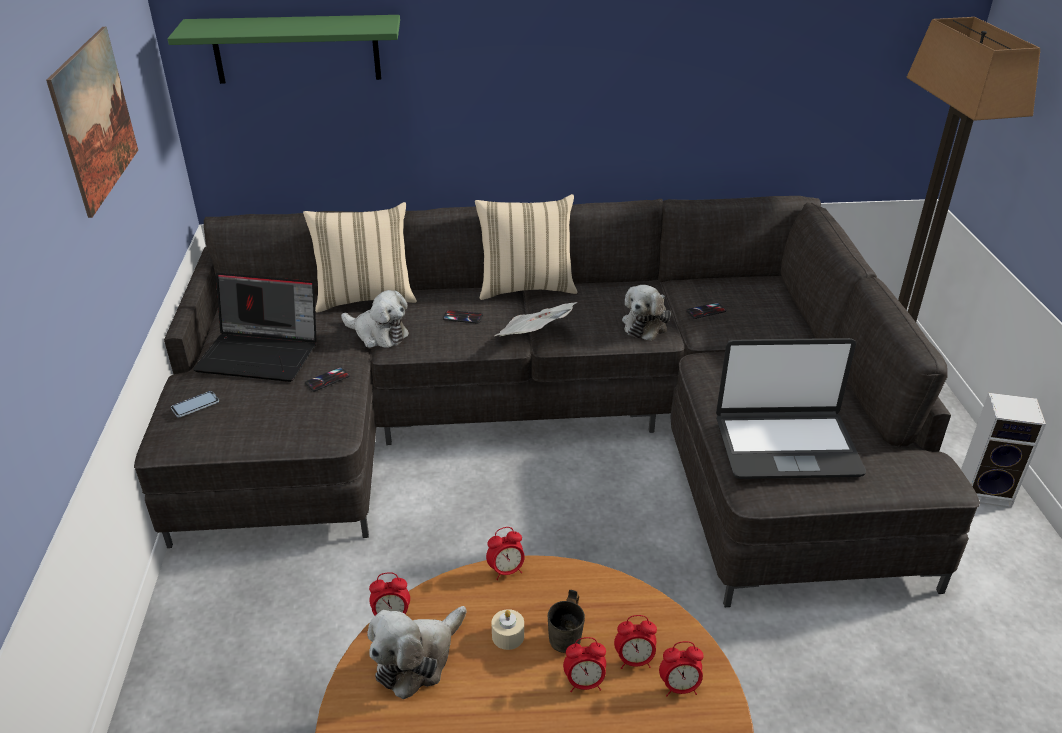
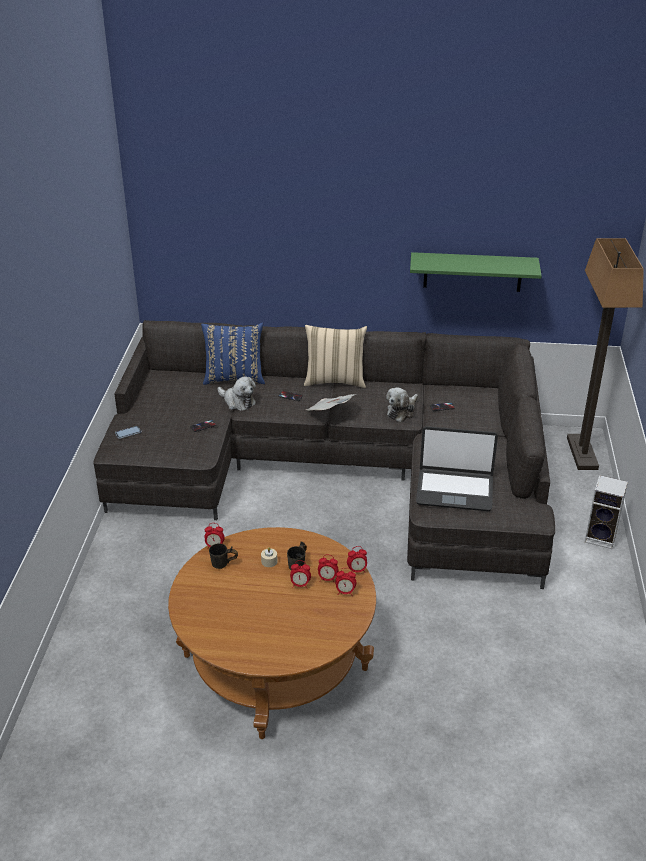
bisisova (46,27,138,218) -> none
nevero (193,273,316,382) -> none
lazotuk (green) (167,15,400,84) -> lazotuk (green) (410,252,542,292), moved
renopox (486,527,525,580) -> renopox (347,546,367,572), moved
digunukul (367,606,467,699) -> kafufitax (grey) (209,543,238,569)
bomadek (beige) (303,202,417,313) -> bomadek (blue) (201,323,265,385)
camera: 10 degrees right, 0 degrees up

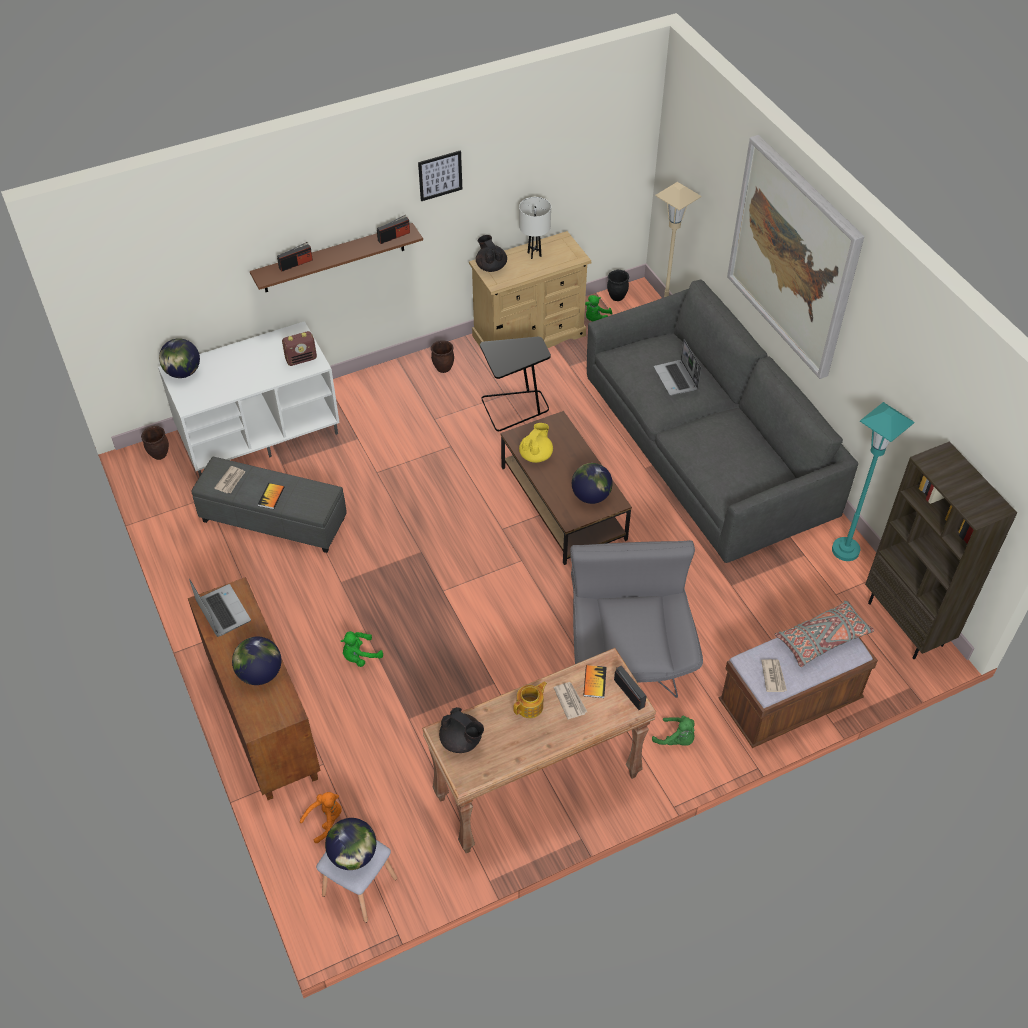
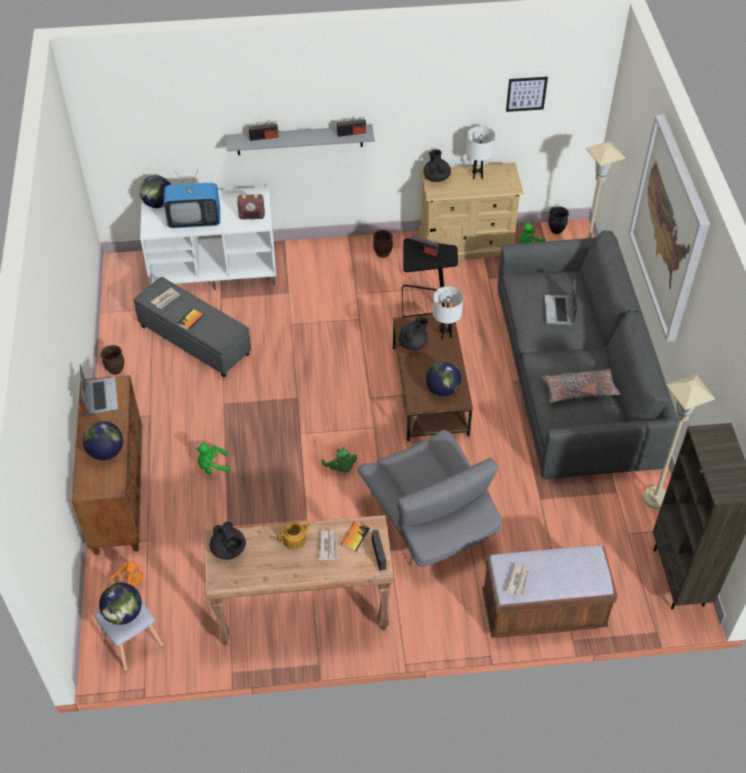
none -> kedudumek (164,171,220,228)
none -> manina (410,236,439,257)
none -> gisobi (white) (433,286,463,339)
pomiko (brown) (141,426,169,460) -> pomiko (brown) (101,345,124,375), moved
bisisova (418,151,462,201) -> bisisova (506,77,548,112), moved
digunukul (green) (652,716,695,746) -> digunukul (green) (322,447,357,473), moved
bomadek (grey) (775,601,875,667) -> bomadek (grey) (542,368,620,403), moved
lazotuk (brown) (250,223,423,292) -> lazotuk (grey) (226,125,375,155)
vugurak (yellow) (519,423,553,463) -> vugurak (black) (399,317,428,350)
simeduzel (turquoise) (832,402,915,561) -> simeduzel (beige) (643,374,715,509)
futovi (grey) (570,540,703,698) -> futovi (grey) (357,430,502,567), 135 degrees clockwise
camera: 20 degrees right, 0 degrees up

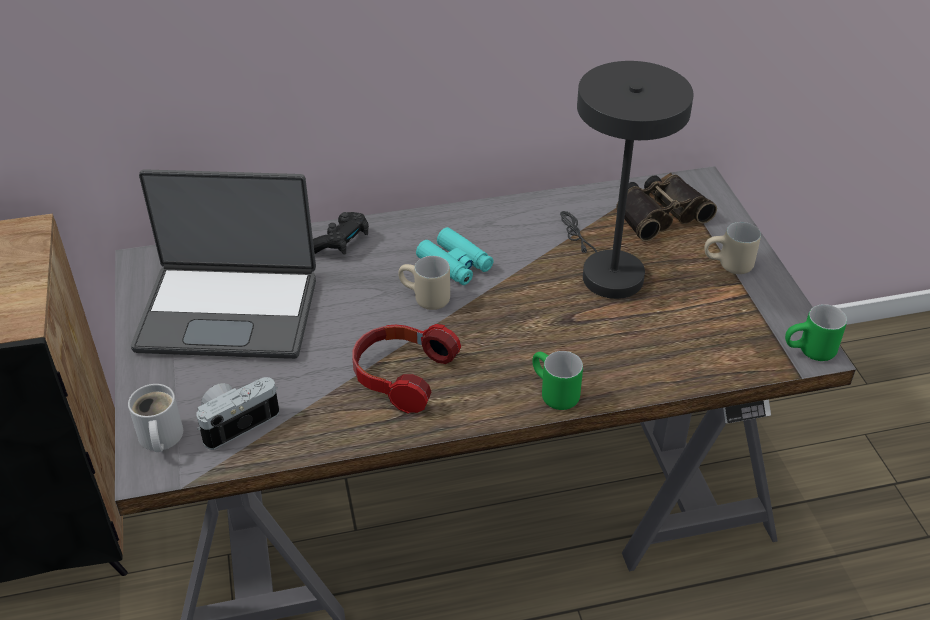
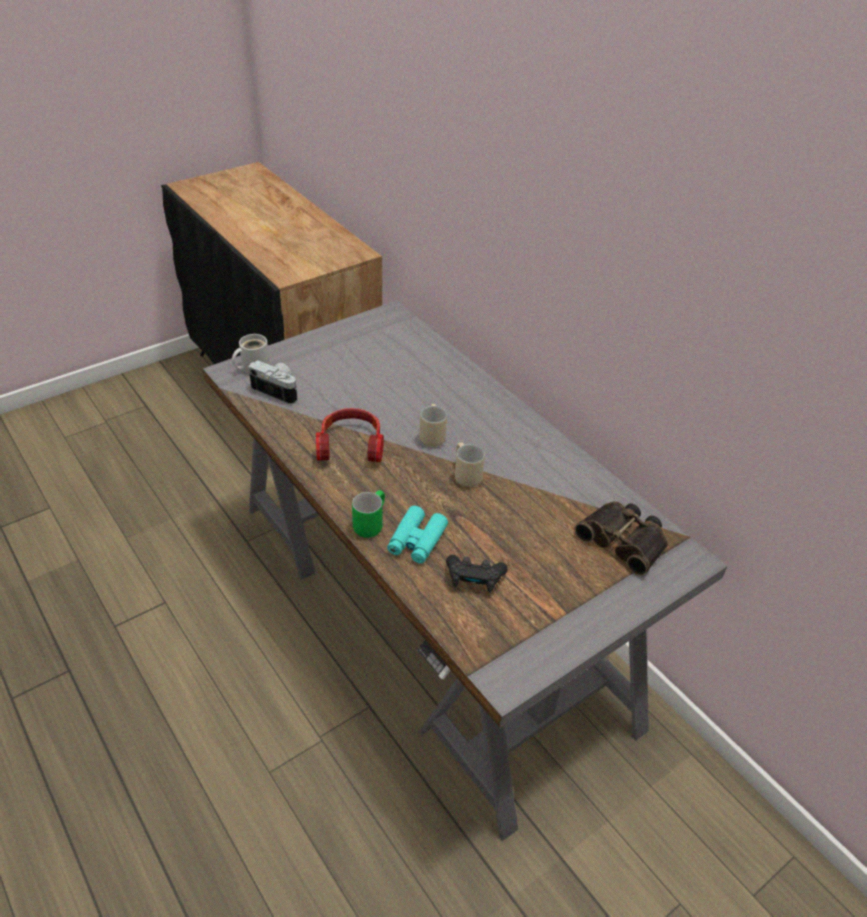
nevero (131,169,316,359) -> none
gisobi (grey) (560,61,694,299) -> none
kafufitax (green) (785,304,847,361) -> none
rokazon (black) (313,212,369,254) -> rokazon (black) (446,555,508,593), moved
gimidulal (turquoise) (416,227,493,285) -> gimidulal (turquoise) (387,506,448,564), moved
kafufitax (beige) (704,222,761,274) -> kafufitax (beige) (455,442,485,487), moved
camera: 65 degrees right, 0 degrees up

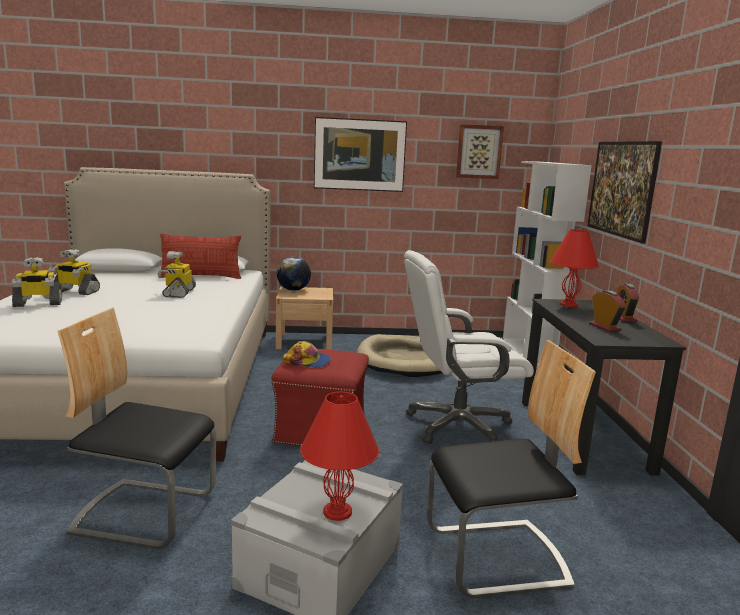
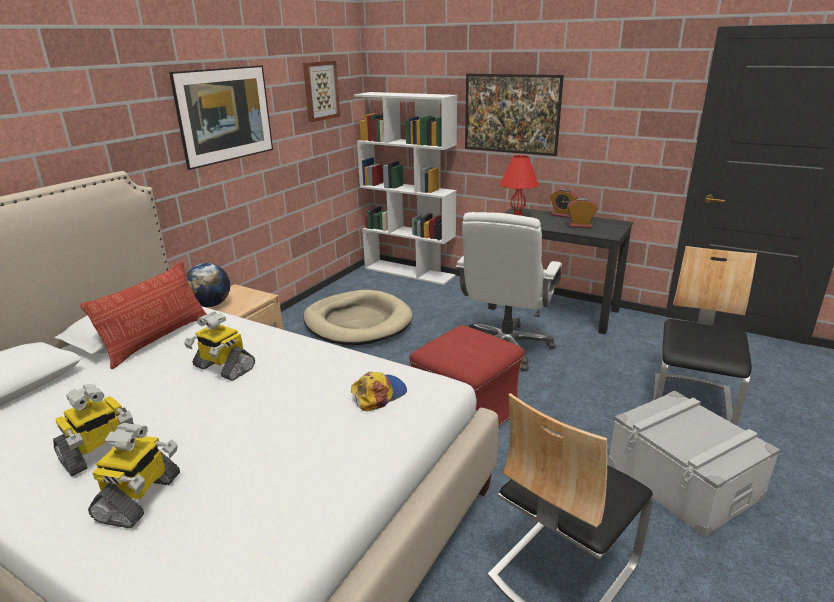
gisobi (red) (300,392,379,521) -> none
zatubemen (283,341,331,368) -> zatubemen (351,372,407,411), moved
camera: 55 degrees left, 10 degrees up

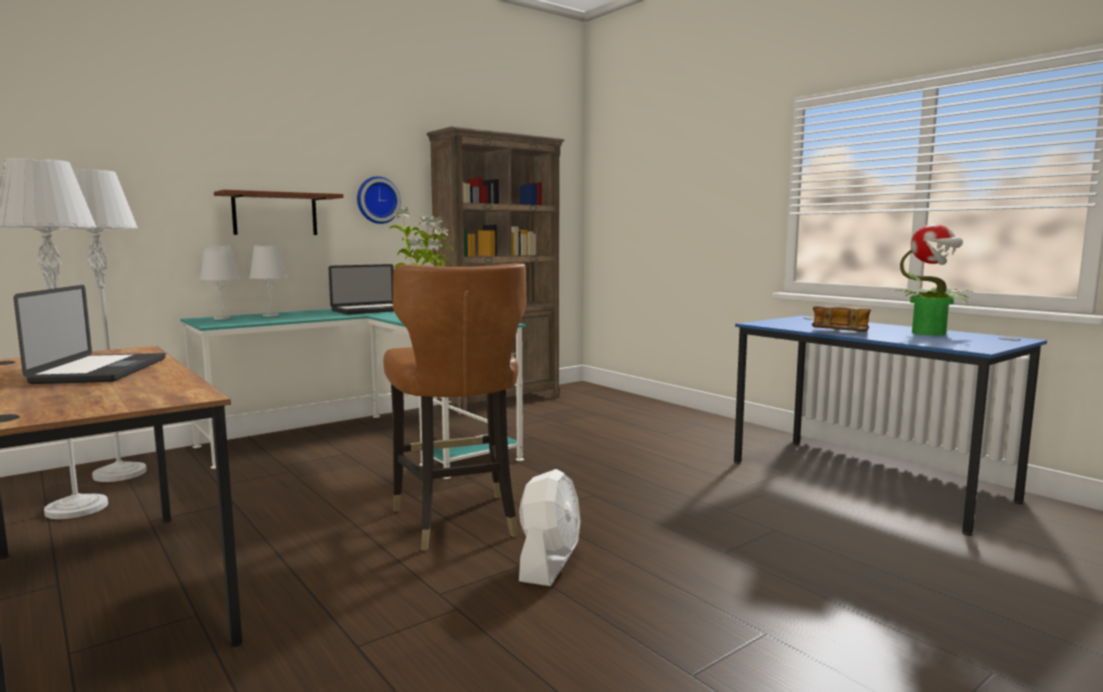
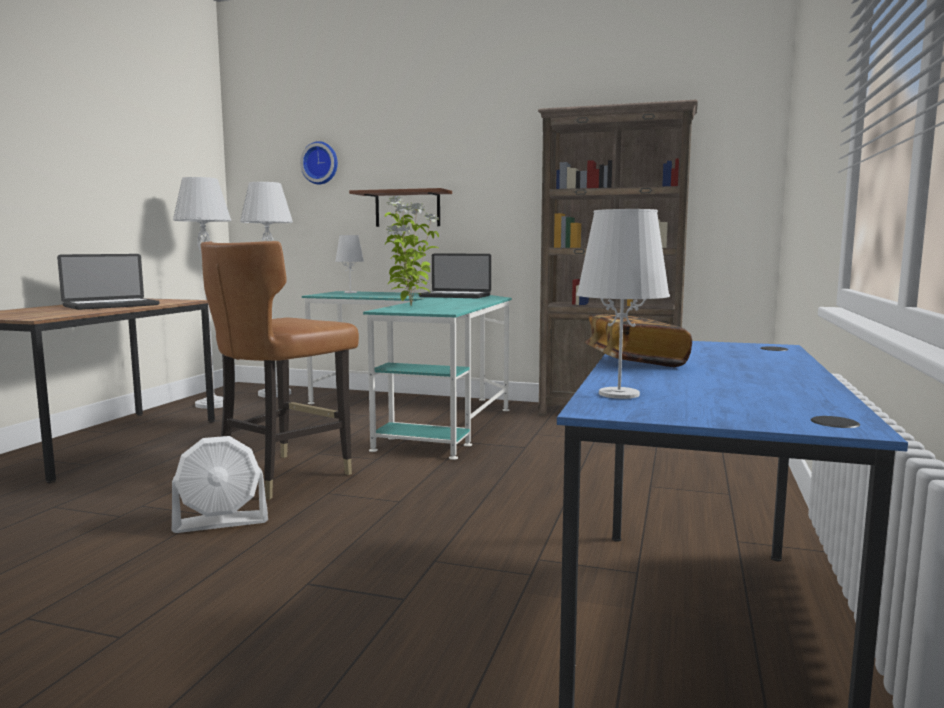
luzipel (896,224,973,335) -> none
gisobi (white) (249,245,287,317) -> gisobi (white) (576,209,670,399), moved
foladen (357,176,401,224) -> foladen (300,141,338,184), moved
camera: 55 degrees right, 0 degrees up

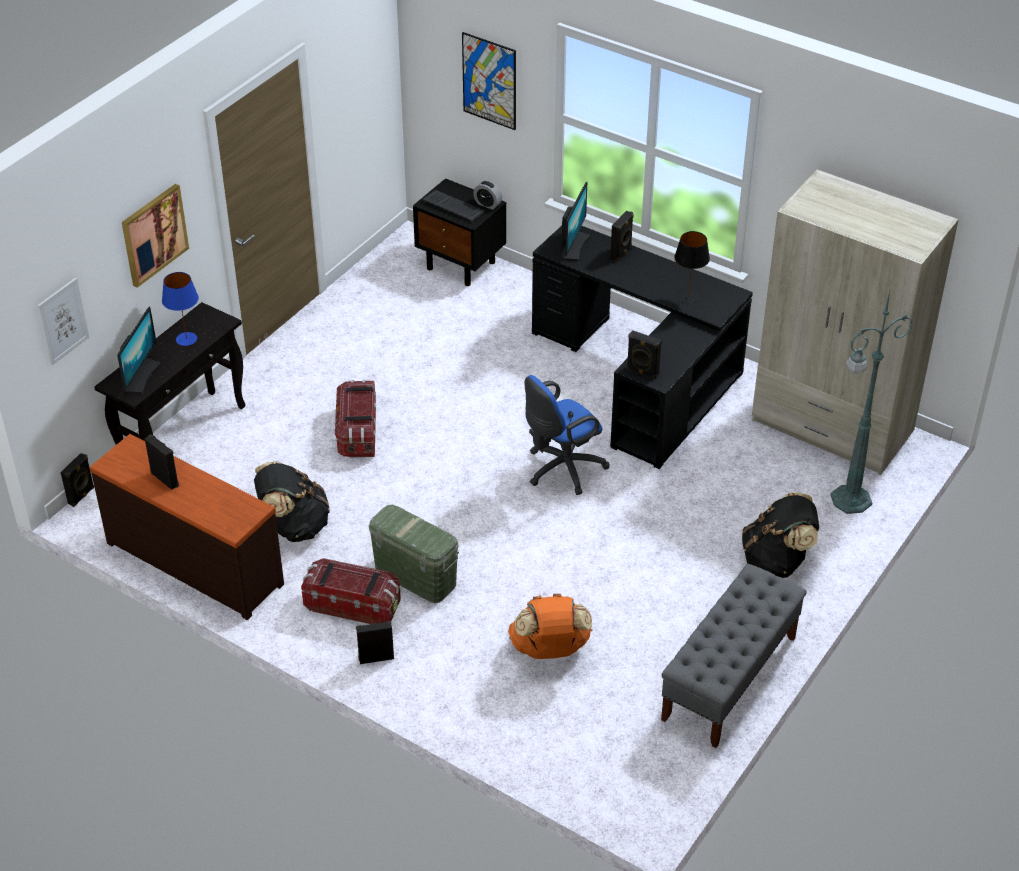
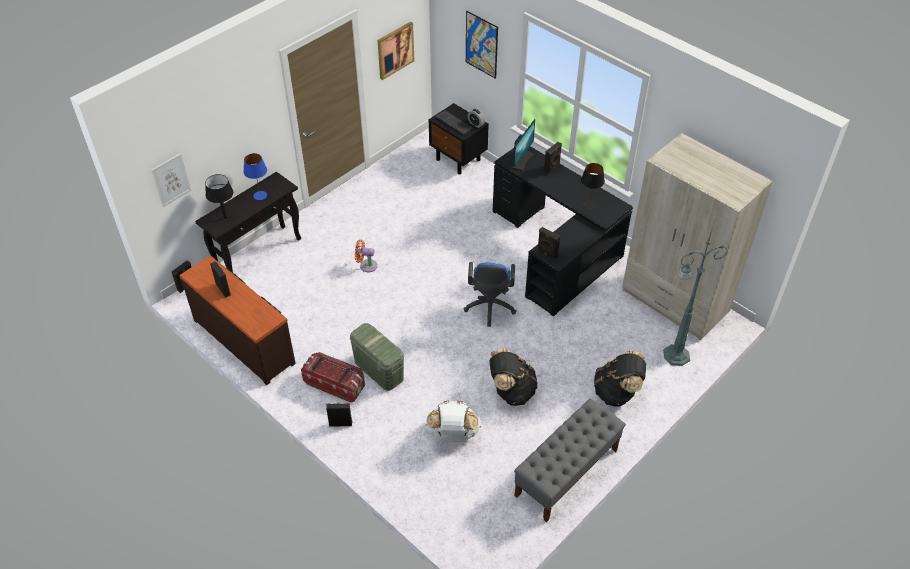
bisisova (122,184,189,288) -> bisisova (377,22,414,80), moved
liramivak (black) (254,461,330,542) -> liramivak (black) (489,349,538,406), moved
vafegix (117,307,161,394) -> gisobi (black) (205,174,234,219)
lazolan (335,380,376,458) -> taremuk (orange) (355,239,377,272)
liramivak (orange) (508,594,592,659) -> liramivak (white) (426,401,481,443)
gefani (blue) (525,375,610,495) -> gefani (blue) (464,262,516,327), 60 degrees counterclockwise
camera: 10 degrees right, 5 degrees up

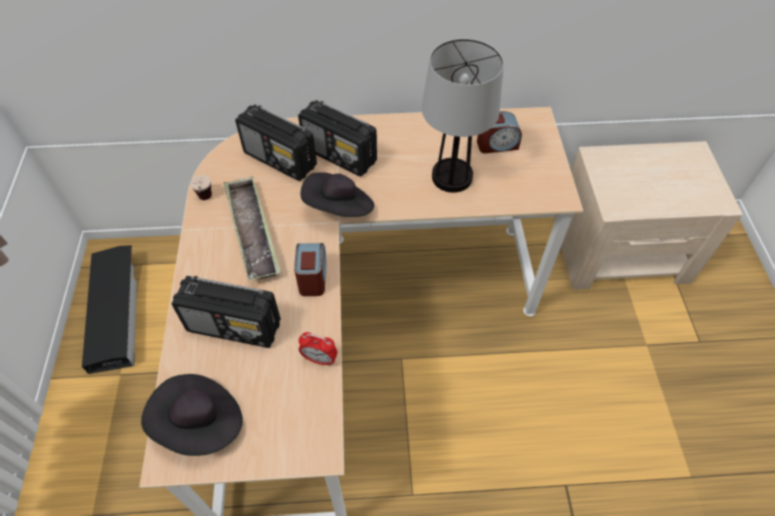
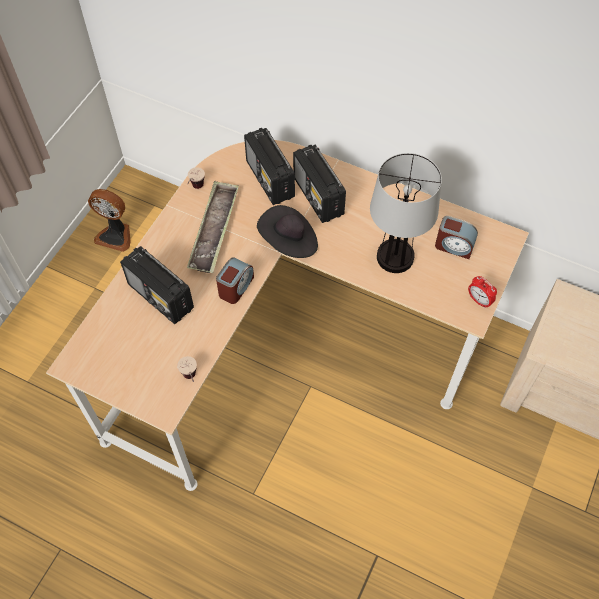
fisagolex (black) (141,374,243,456) -> none
none -> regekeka (177,356,197,382)
renopox (299,332,337,366) -> renopox (468,276,497,308), moved
lazolan (black) (82,245,137,374) -> taremuk (88,189,131,252)
camera: 30 degrees right, 5 degrees up

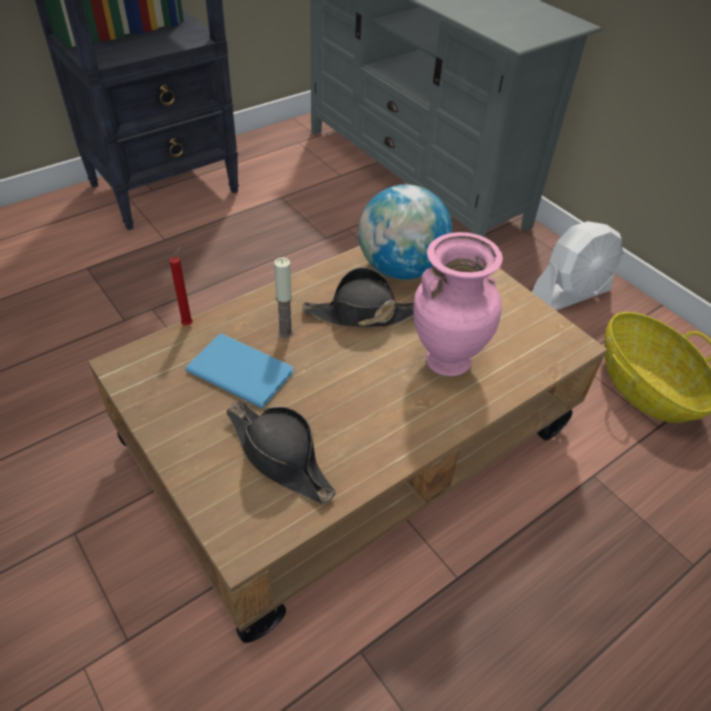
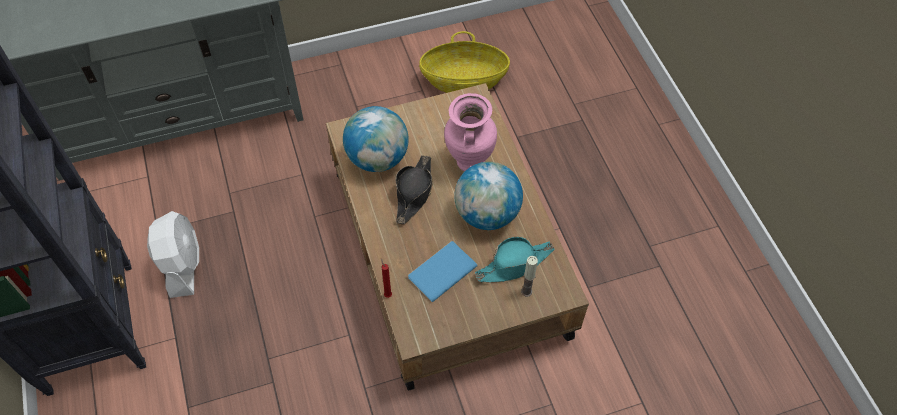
none -> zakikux (454,162,523,230)
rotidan (274,258,293,338) -> rotidan (521,256,538,297), moved
taremuk (white) (532,221,623,310) -> taremuk (white) (147,211,199,298), moved
fisagolex (black) (226,400,336,504) -> fisagolex (turquoise) (475,237,555,282)
camera: 70 degrees left, 10 degrees up

